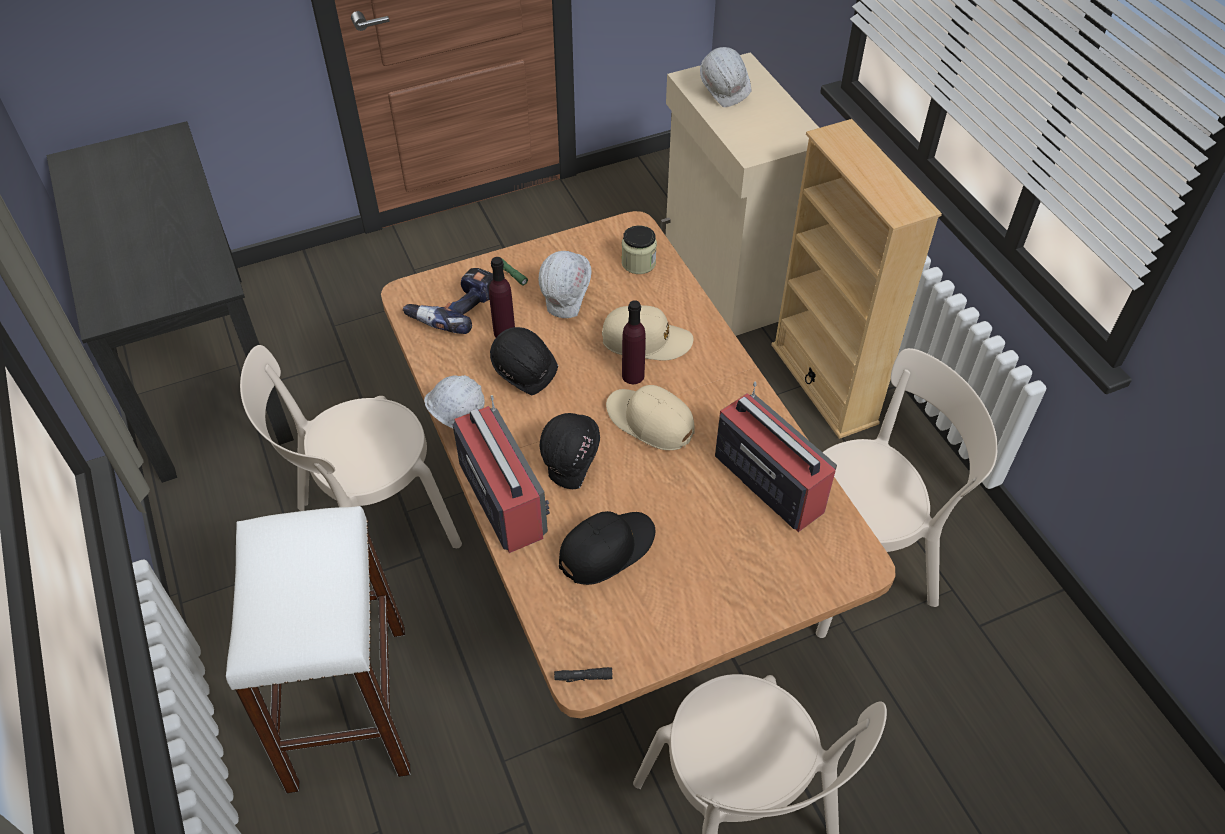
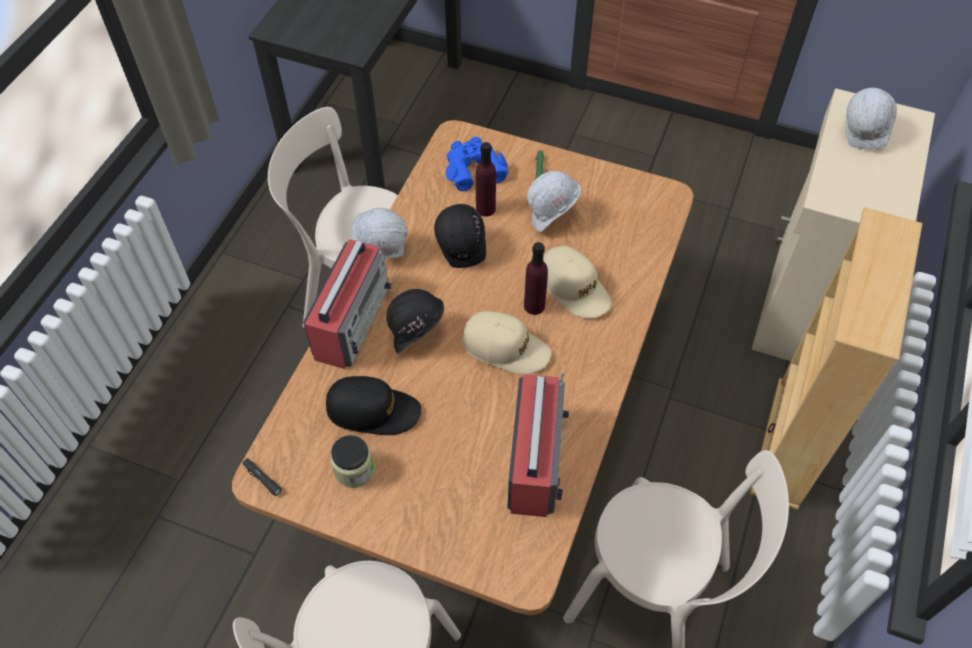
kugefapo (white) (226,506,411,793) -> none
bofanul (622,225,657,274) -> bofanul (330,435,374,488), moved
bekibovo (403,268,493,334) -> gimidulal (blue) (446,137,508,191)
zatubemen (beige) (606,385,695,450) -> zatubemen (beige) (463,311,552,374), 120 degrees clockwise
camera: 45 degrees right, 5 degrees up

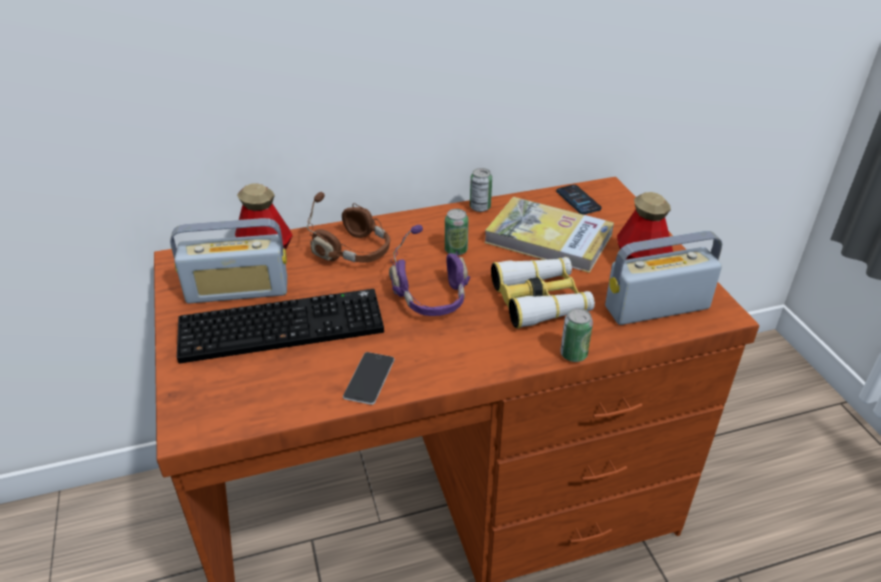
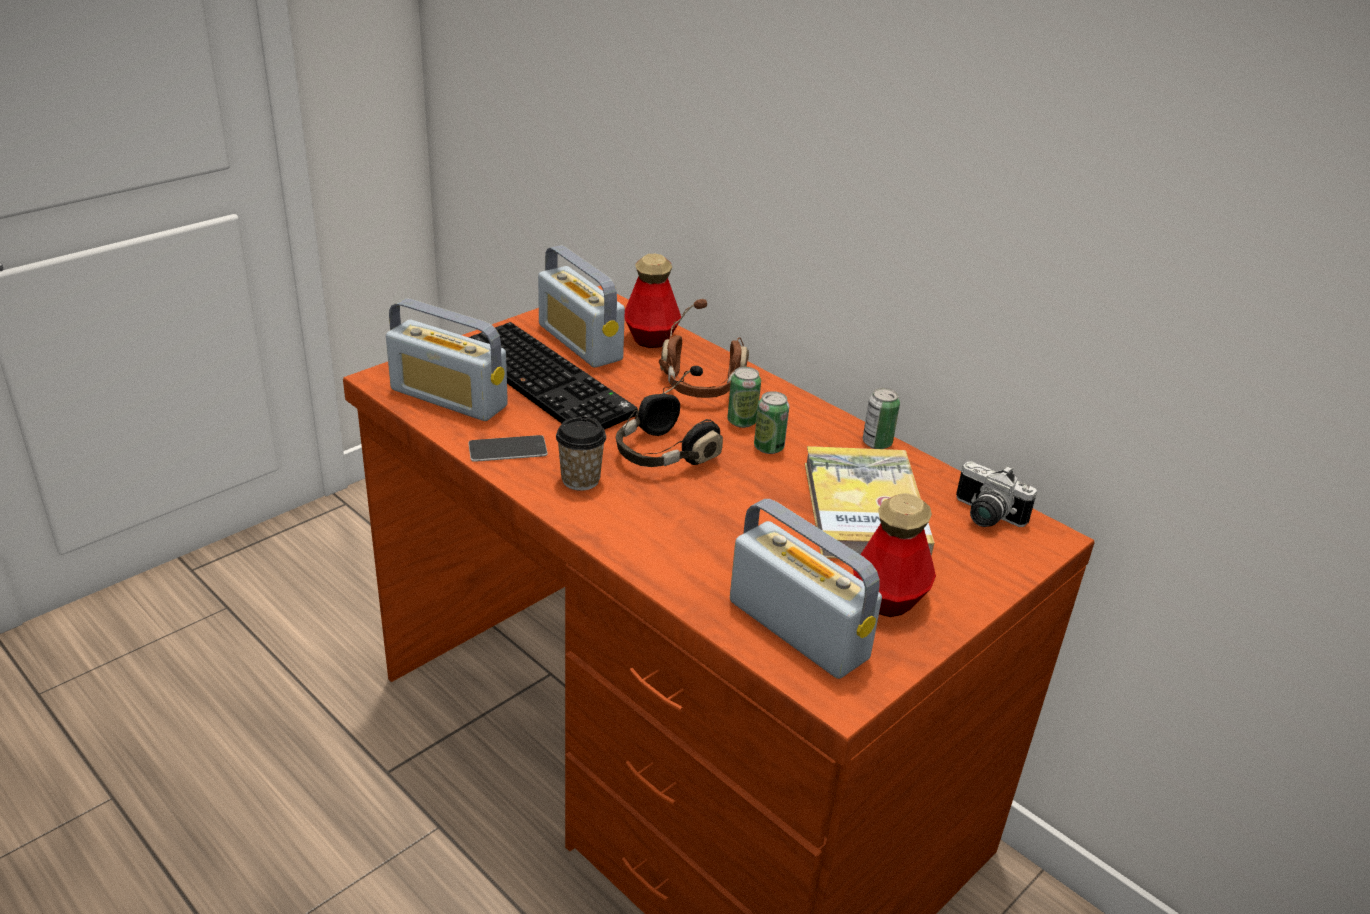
gimidulal (491,257,595,329) -> none
none -> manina (386,298,508,421)
none -> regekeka (556,416,606,491)
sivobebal (560,308,593,362) -> sivobebal (727,367,761,428), moved
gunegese (556,185,602,215) -> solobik (956,461,1037,527)
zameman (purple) (389,225,470,316) -> zameman (black) (616,366,723,467)
camera: 60 degrees right, 5 degrees down

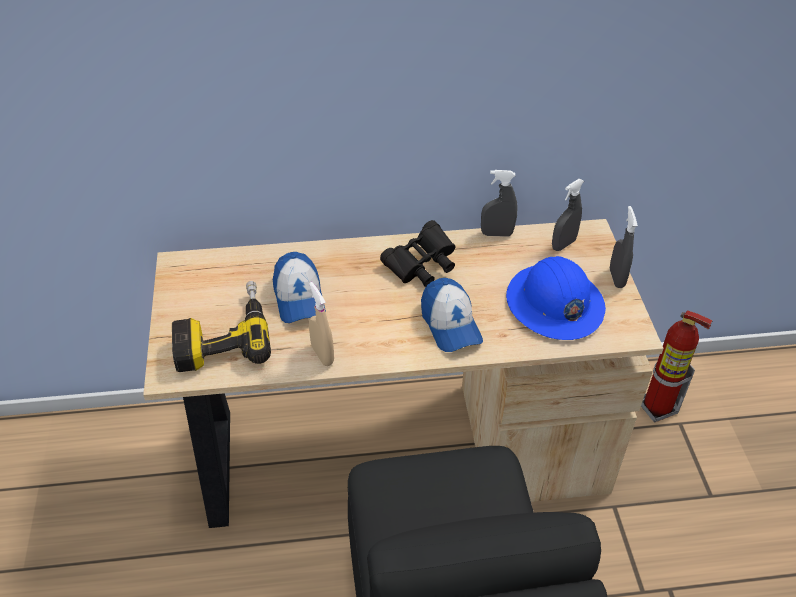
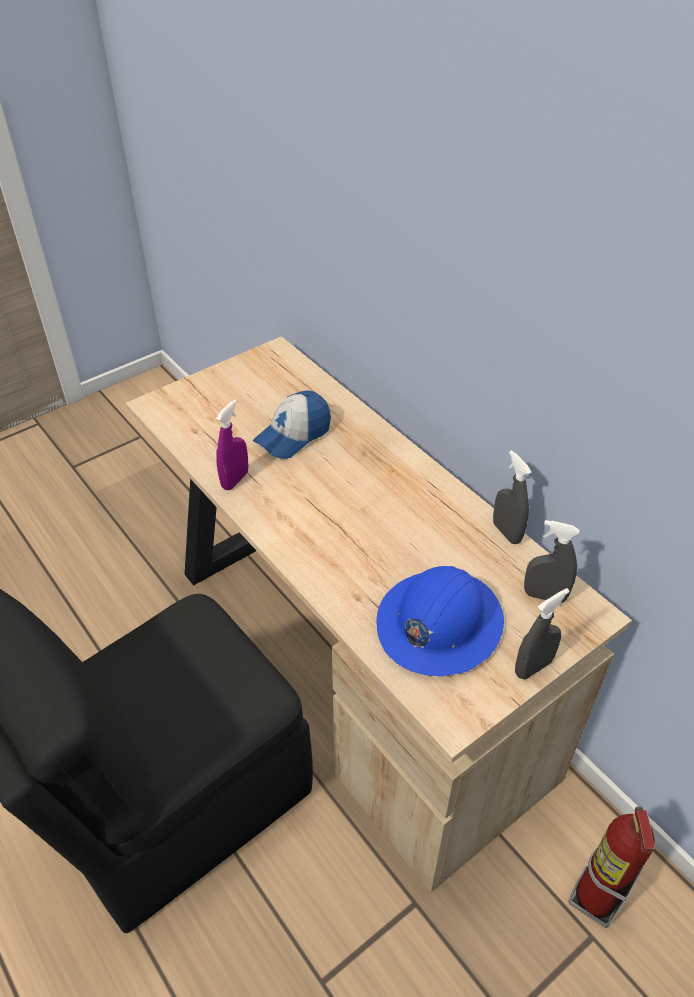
bekibovo (172,281,271,372) -> none
gimidulal (black) (380,220,456,287) -> none
zatubemen (421,278,483,352) -> none
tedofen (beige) (309,282,334,366) -> tedofen (purple) (216,399,248,490)
camera: 60 degrees right, 0 degrees up

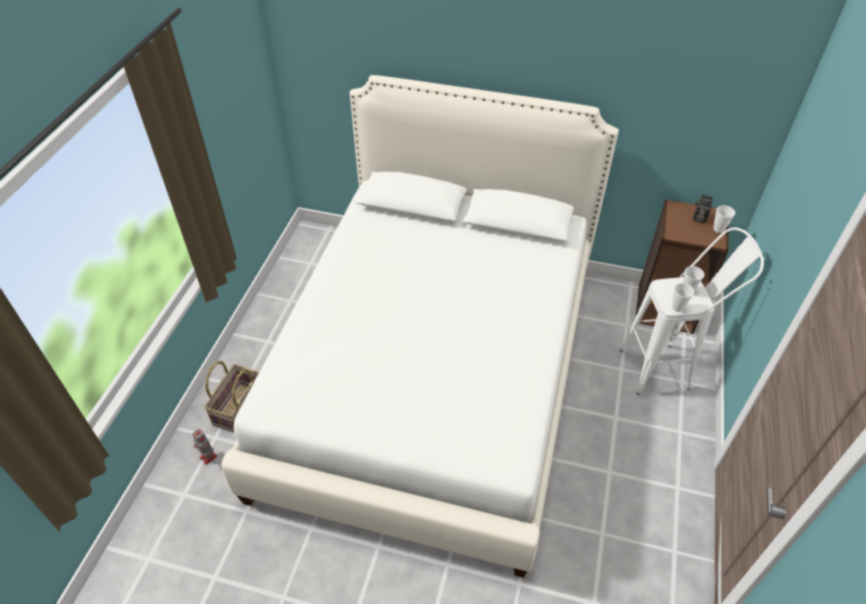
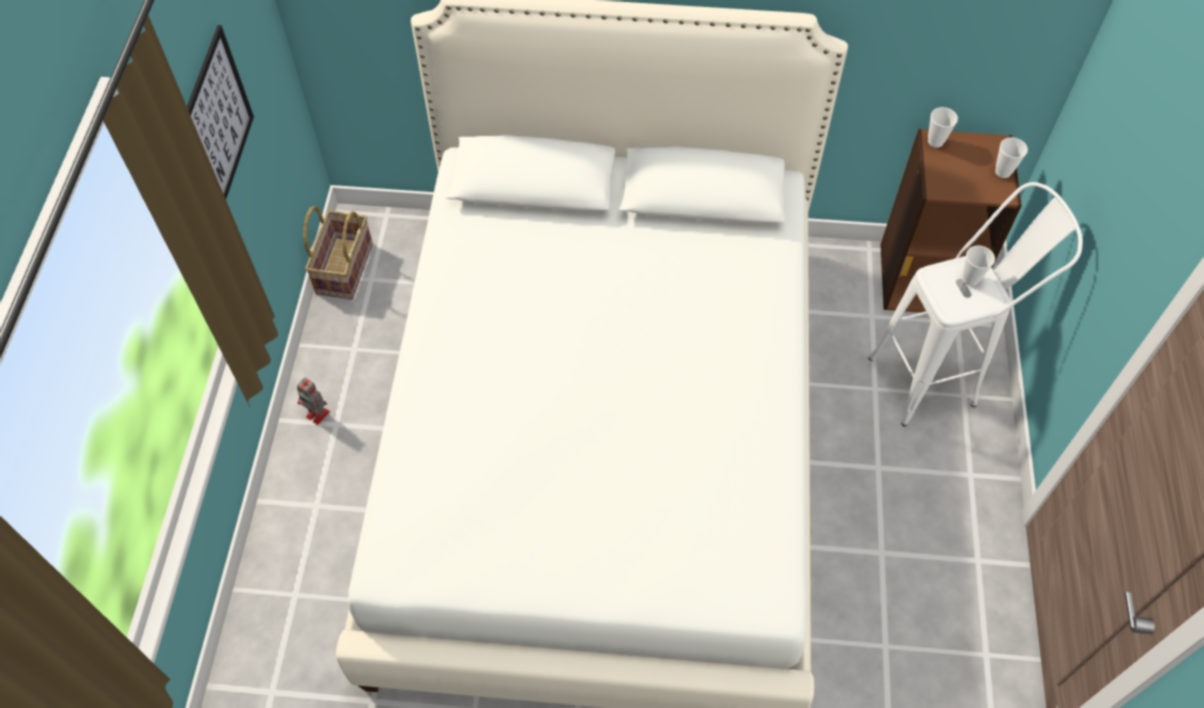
solobik (693,195,713,223) -> none
none -> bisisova (187,25,254,199)
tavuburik (192,429,217,465) -> tavuburik (297,377,330,425), moved
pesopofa (204,361,259,433) -> pesopofa (303,206,373,300), moved
regekeka (672,283,694,312) -> regekeka (928,107,958,148), moved
camera: 10 degrees left, 10 degrees up

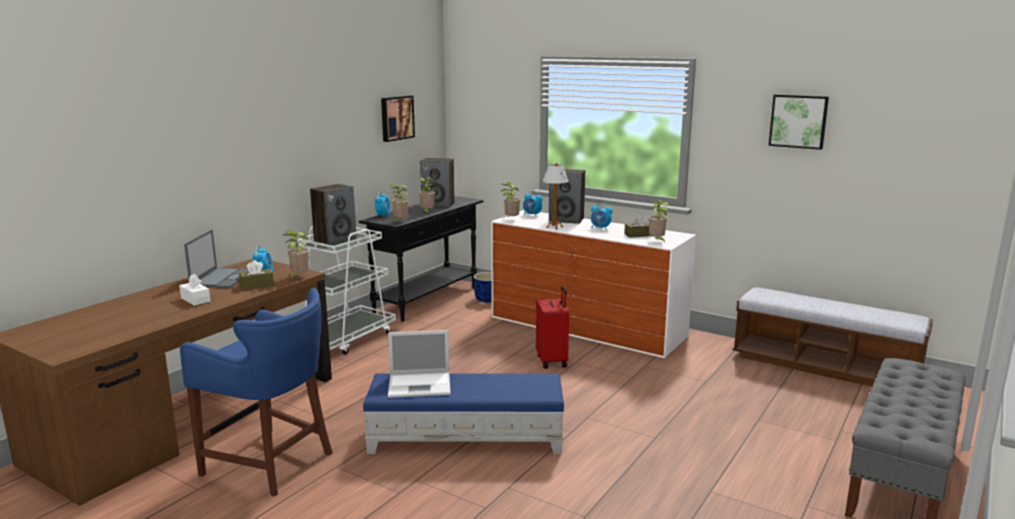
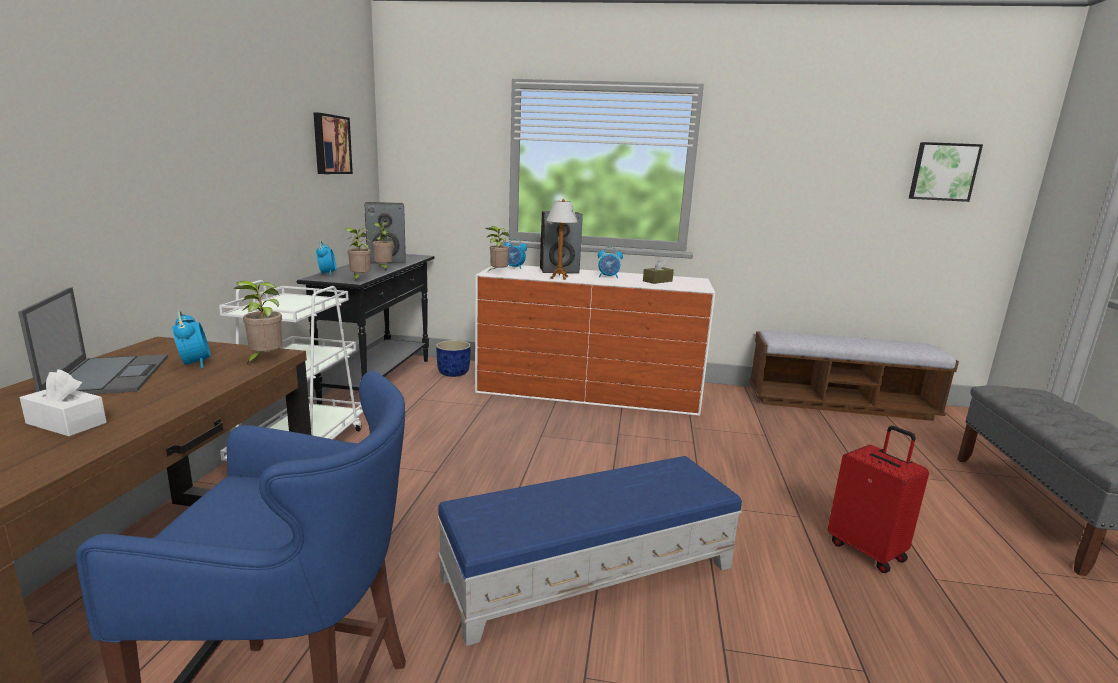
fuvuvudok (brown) (239,260,274,289) -> none
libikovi (310,184,356,245) -> none
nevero (388,330,451,398) -> none
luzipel (649,200,669,242) -> none
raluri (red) (536,286,569,369) -> raluri (red) (828,426,929,573), moved
bisisova (768,94,829,150) -> bisisova (909,142,983,202), moved
camera: 25 degrees left, 0 degrees up

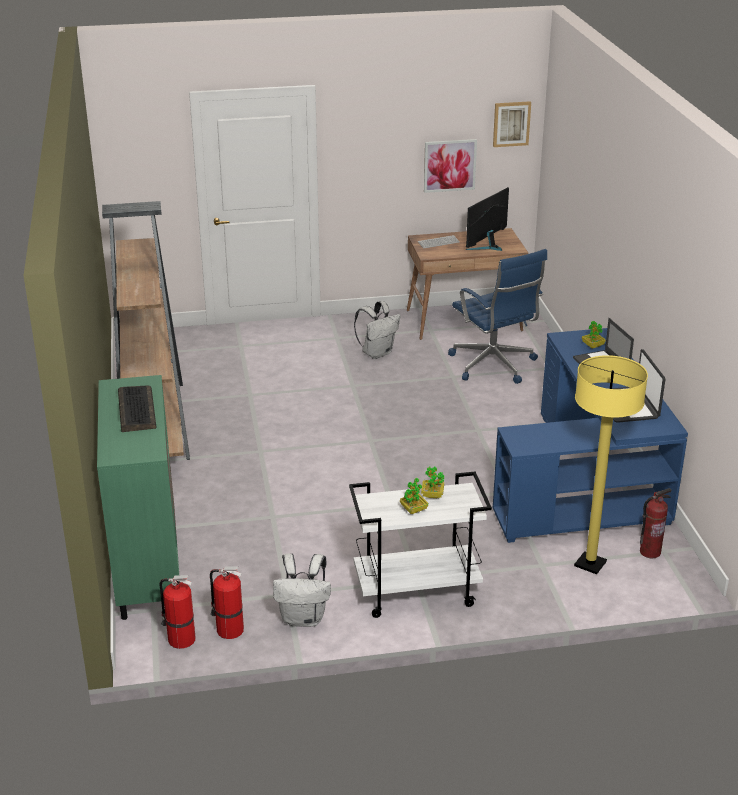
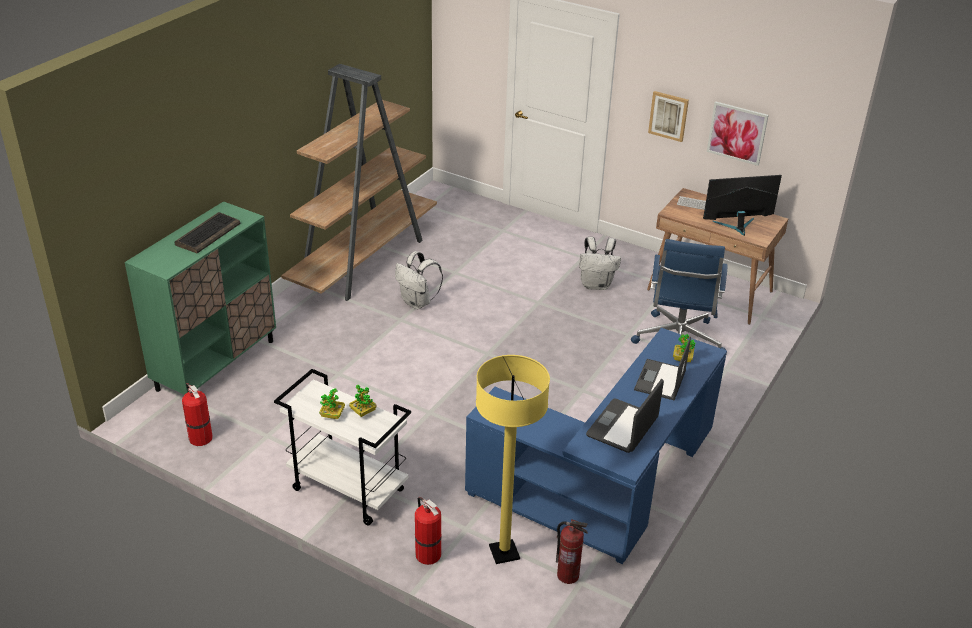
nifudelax (159,575,195,649) -> nifudelax (415,497,442,565), moved
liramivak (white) (273,553,331,627) -> liramivak (white) (395,251,443,309), moved
bisisova (493,101,531,147) -> bisisova (648,91,689,142), moved
camera: 40 degrees right, 5 degrees up

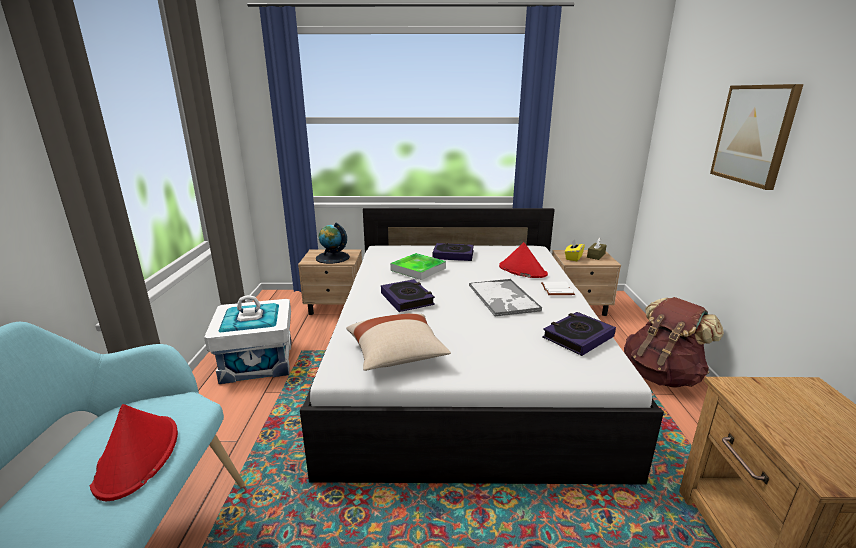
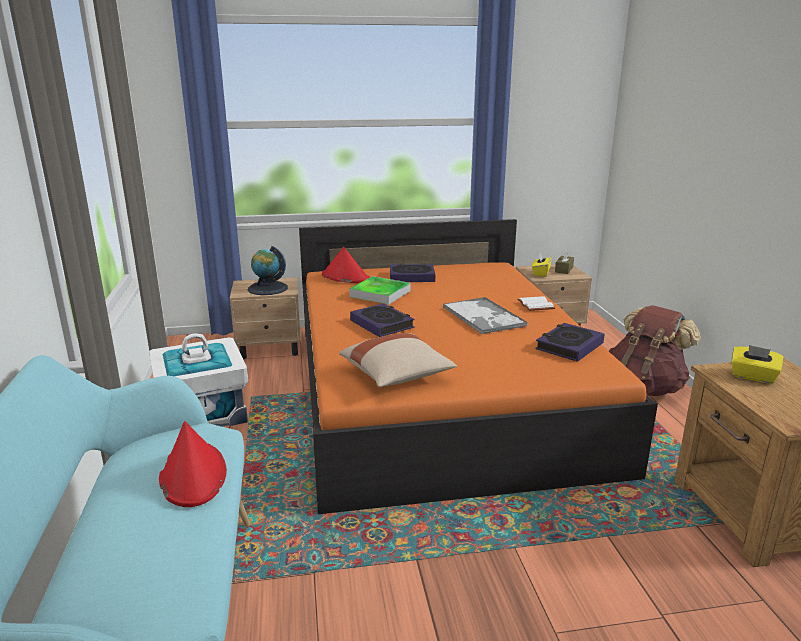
bisisova (710,84,804,190) -> none
none -> fuvuvudok (yellow) (731,345,783,384)
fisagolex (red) (499,242,548,278) -> fisagolex (red) (322,247,370,283), moved
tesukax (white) (300,208,664,484) -> tesukax (orange) (299,219,658,514)
camera: 10 degrees left, 0 degrees up

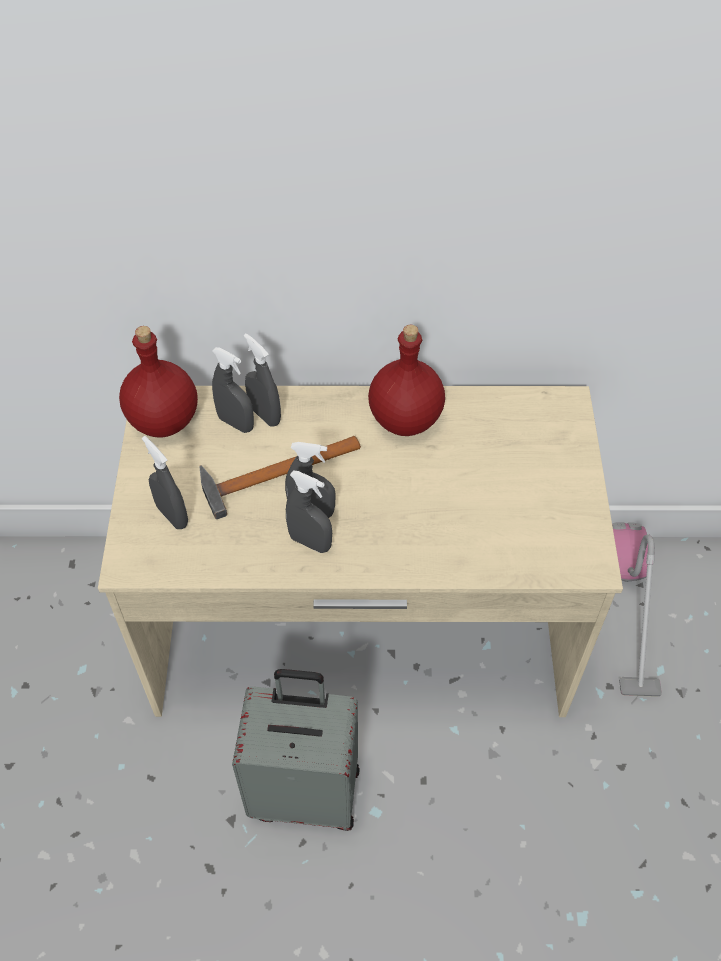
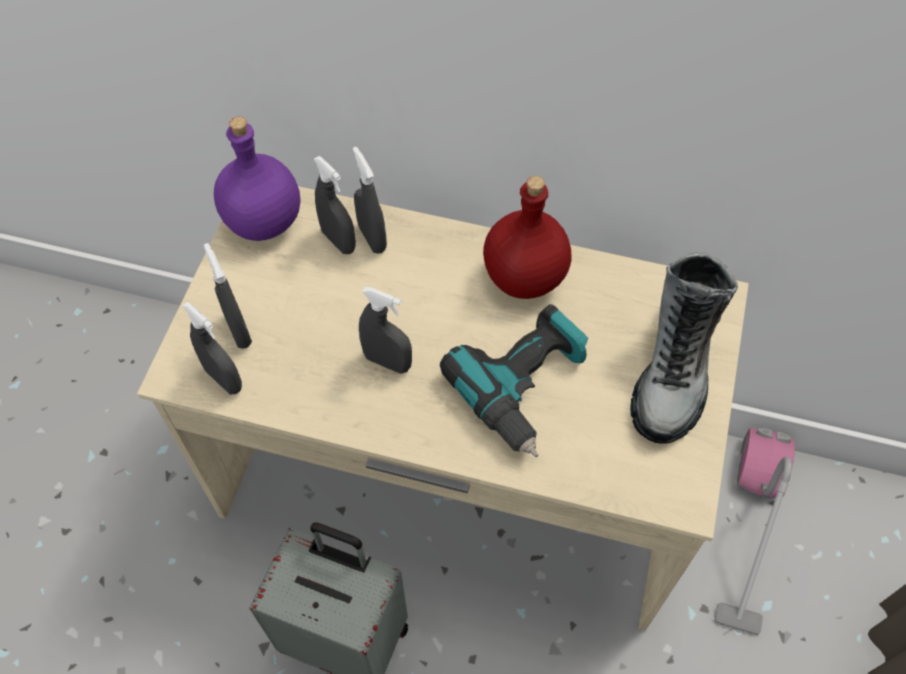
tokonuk (199,436,361,519) -> none
none -> bekibovo (440,304,588,457)
none -> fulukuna (630,252,738,443)
tedofen (grey) (286,470,332,553) -> tedofen (grey) (183,302,242,394), moved
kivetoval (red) (119,326,198,438) -> kivetoval (purple) (214,116,301,241)
camera: 15 degrees right, 5 degrees up

